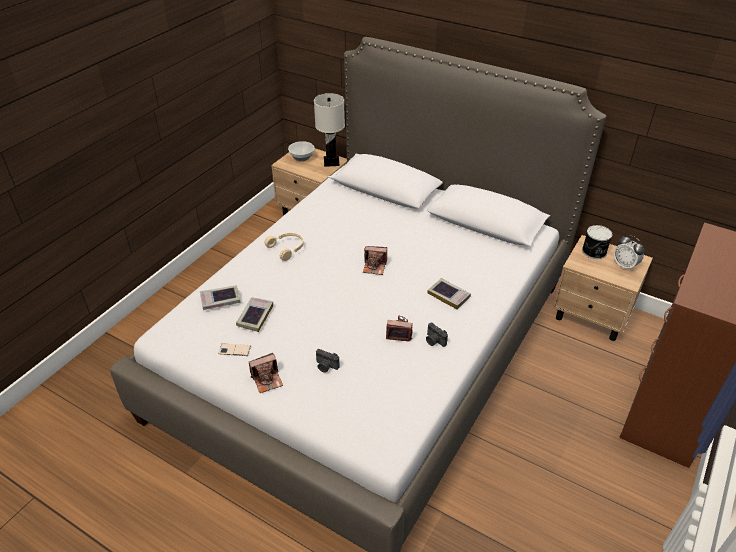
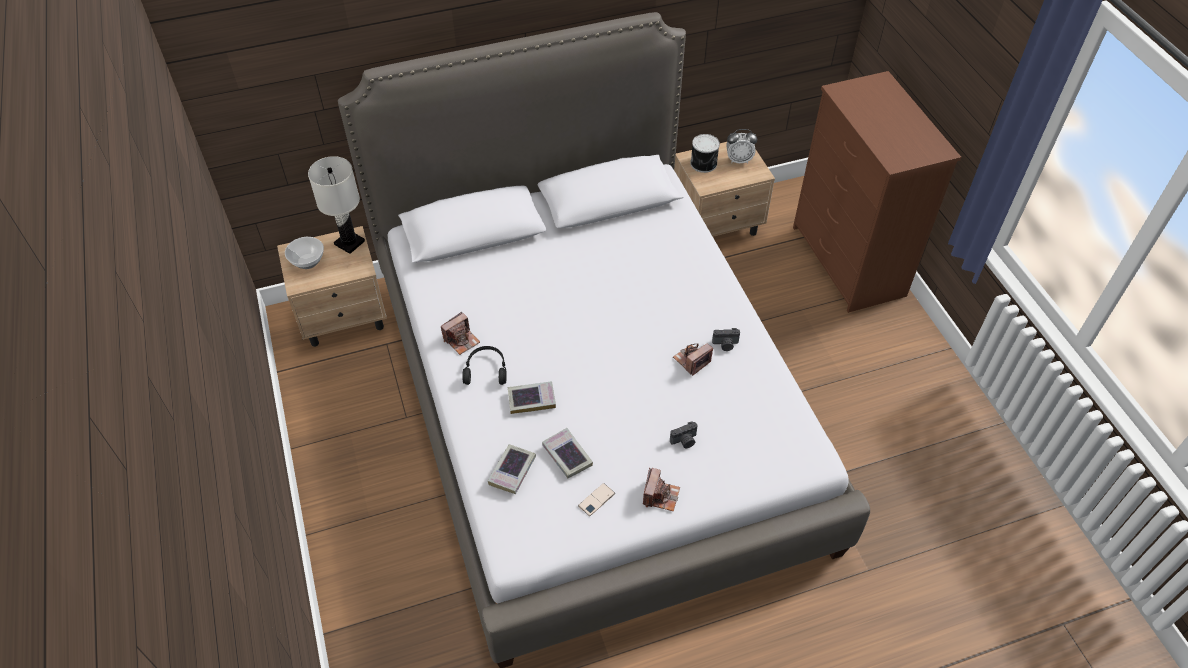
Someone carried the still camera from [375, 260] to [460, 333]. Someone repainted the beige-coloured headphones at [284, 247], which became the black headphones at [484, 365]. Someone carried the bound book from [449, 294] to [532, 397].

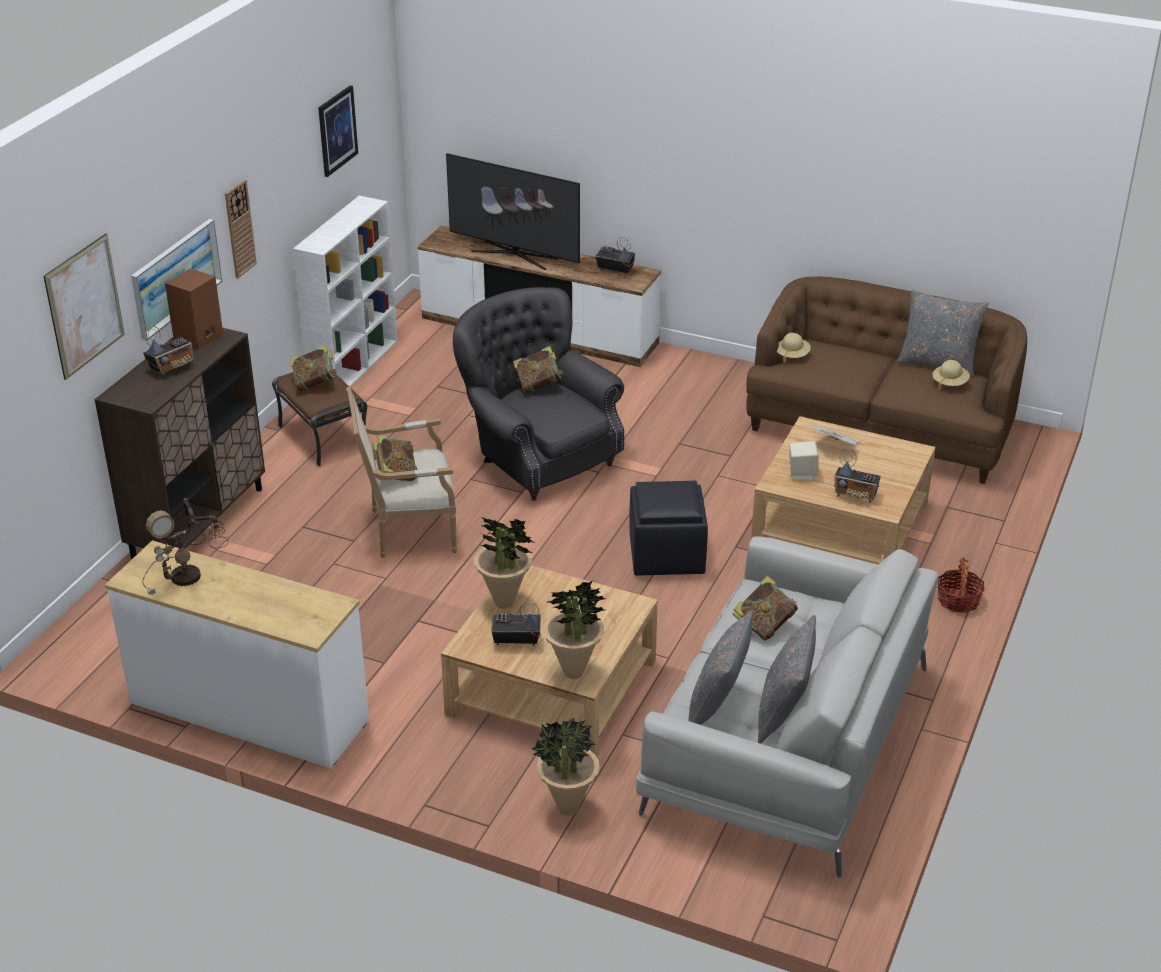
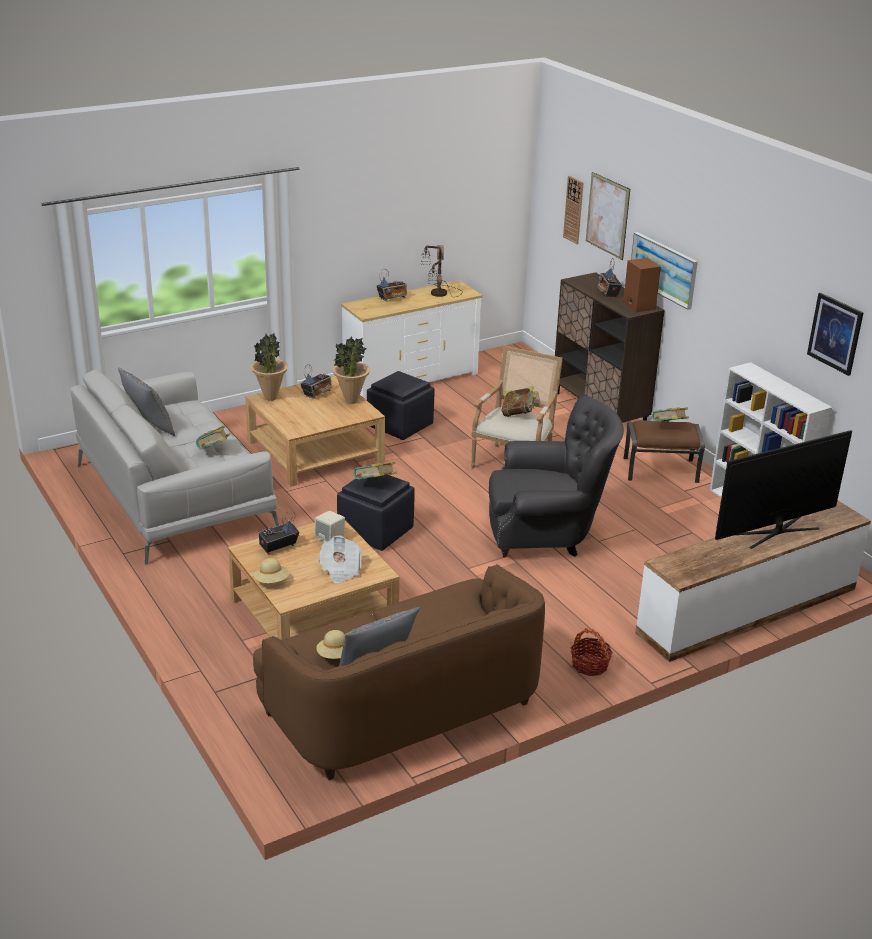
Someone carried the beige-coloured hat from [793, 348] to [271, 570]. Someone carried the bound book from [538, 369] to [375, 471]. Someone put down the black ottoman at [401, 405]. Someone carried the radio set from [615, 256] to [392, 285]. Someone carried the wall clock from [241, 229] to [573, 210]. Someone carried the household basket from [960, 585] to [592, 652]. Someone took away the potted plant at [566, 766]. Someone took away the grey pillow at [721, 667].

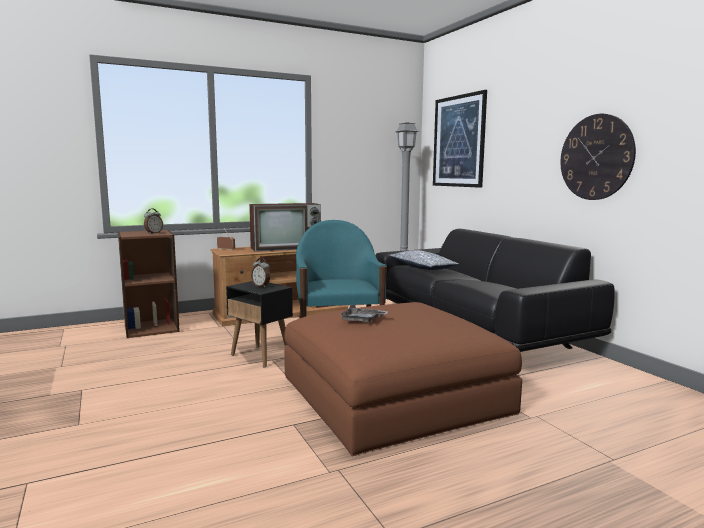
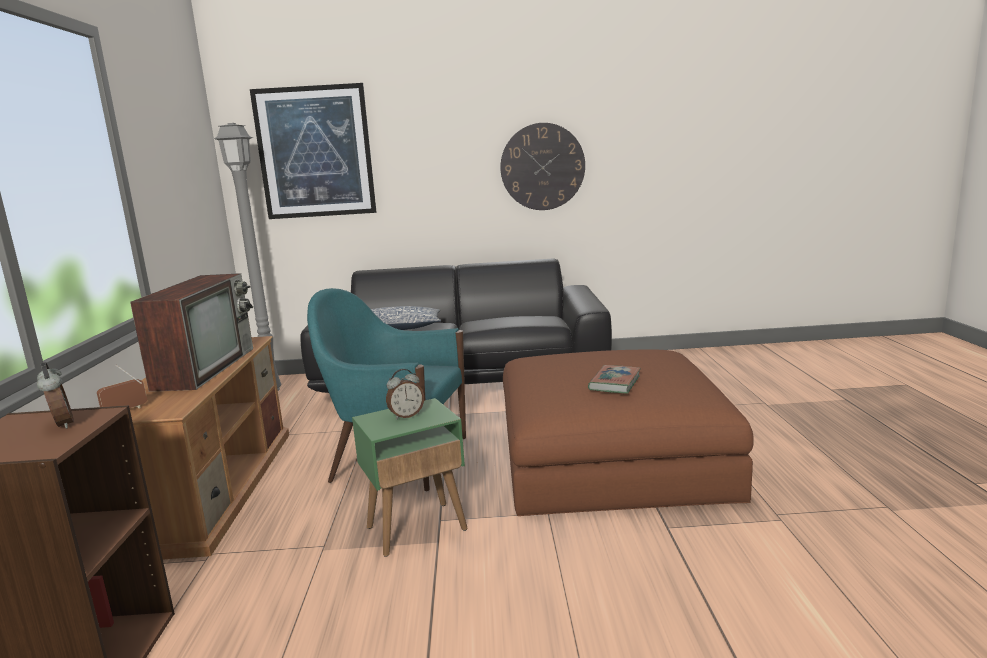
Someone repainted the black accent table at [259, 324], which became the green accent table at [410, 477]. Someone swapped the grey serving tray at [364, 314] for the bound book at [614, 379].

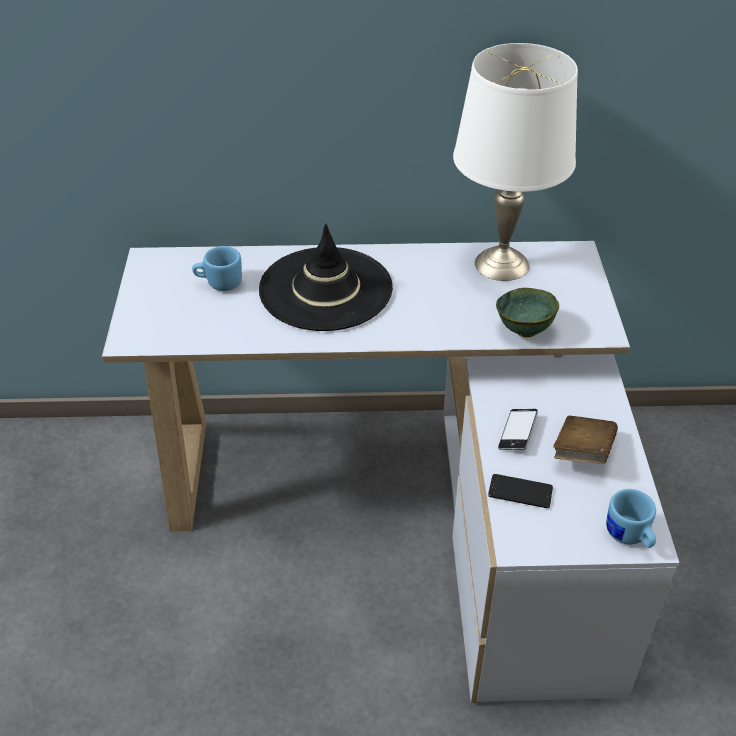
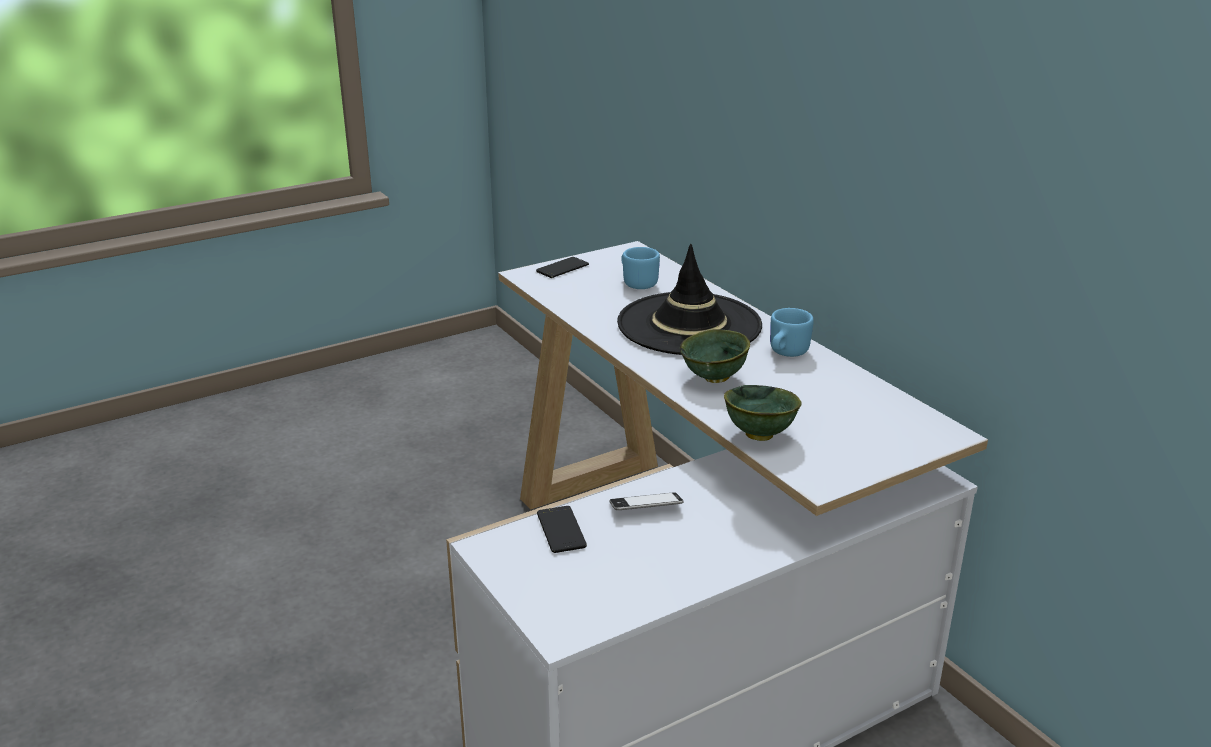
Someone put down the telephone at [562, 267]. Someone put down the green serving bowl at [715, 356]. Someone carried the bluish coffee mug from [631, 518] to [792, 332]. Someone took away the white-coloured tabletop lamp at [515, 162]. Someone took away the brownish bound book at [585, 440].

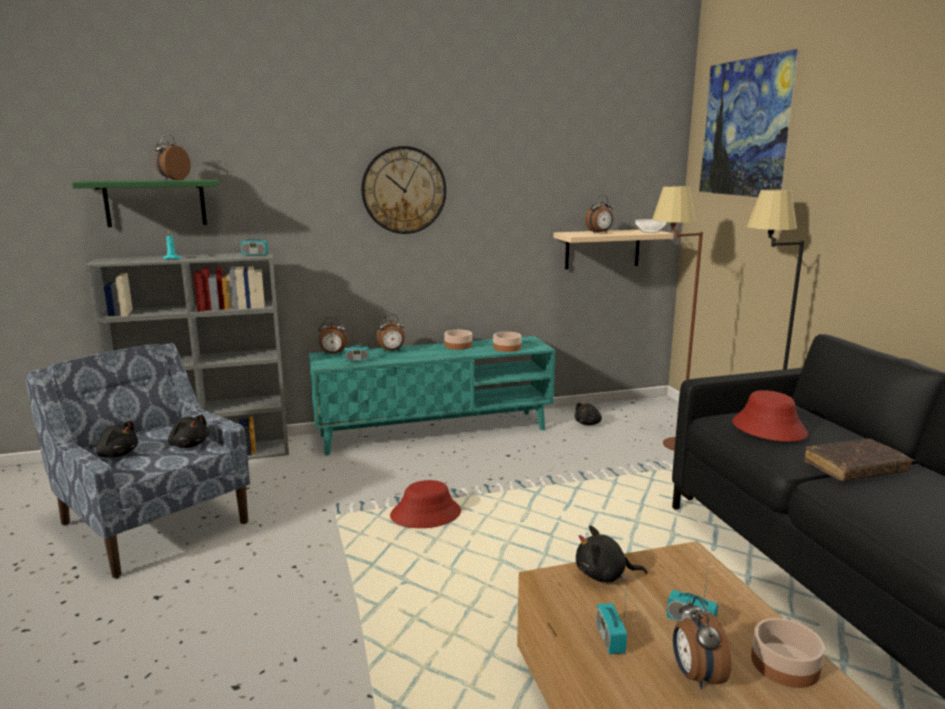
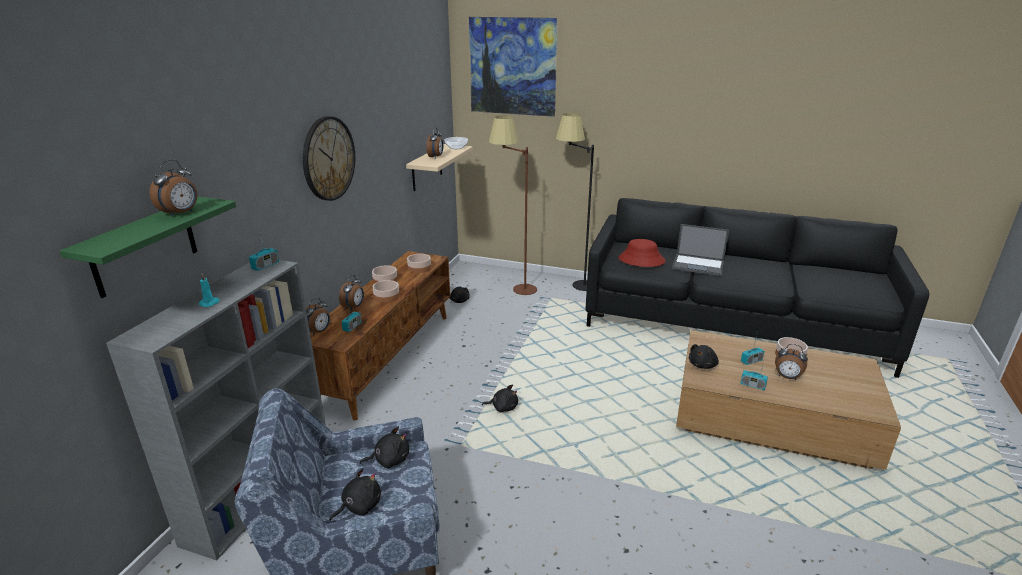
Someone rotated the table clock at [173, 157] by 120 degrees counterclockwise. Someone repainted the blue-green media console at [431, 396], which became the brownish media console at [380, 335]. Someone put down the serving bowl at [386, 291]. Someone swapped the red hat at [425, 504] for the black cuddly toy at [500, 398]. Someone swapped the brownish bound book at [858, 460] for the portable computer at [700, 250].

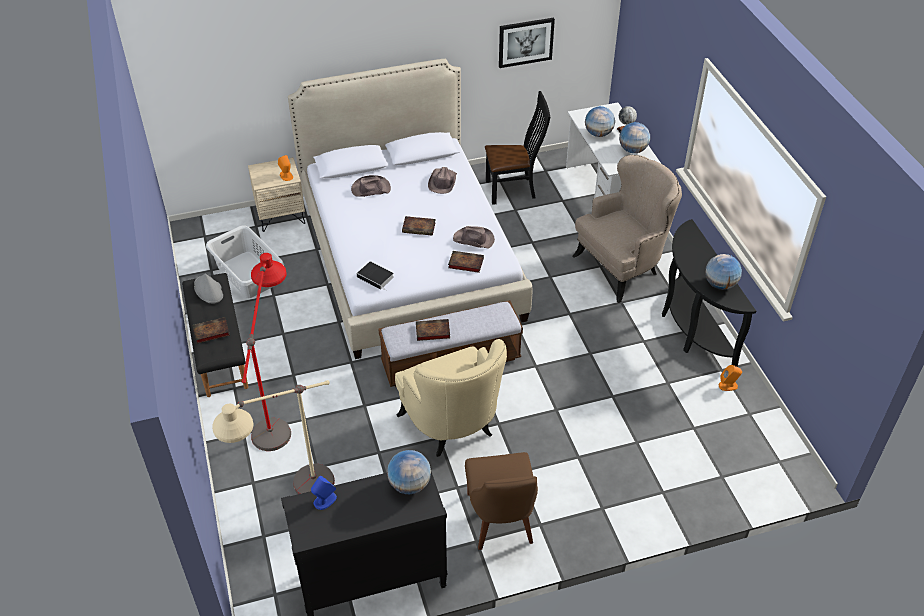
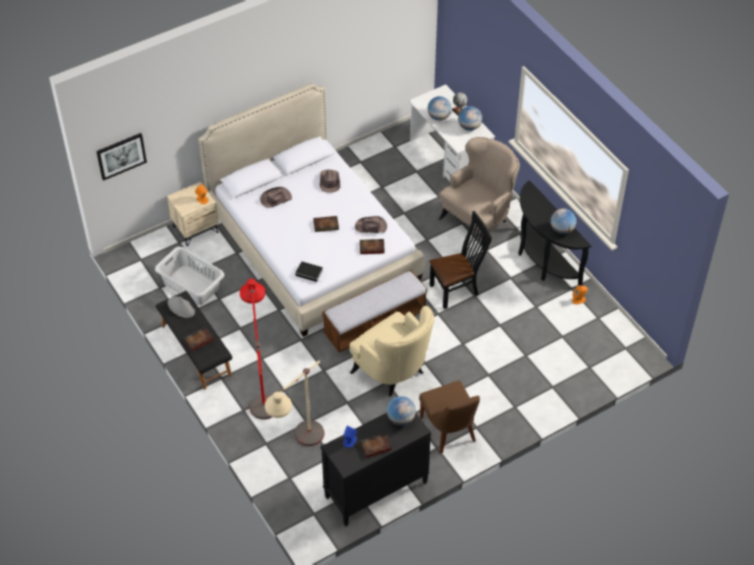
Someone carried the wall art from [527, 43] to [121, 157]. Someone carried the bound book from [433, 330] to [376, 445]. Someone carried the black chair from [517, 148] to [460, 260].

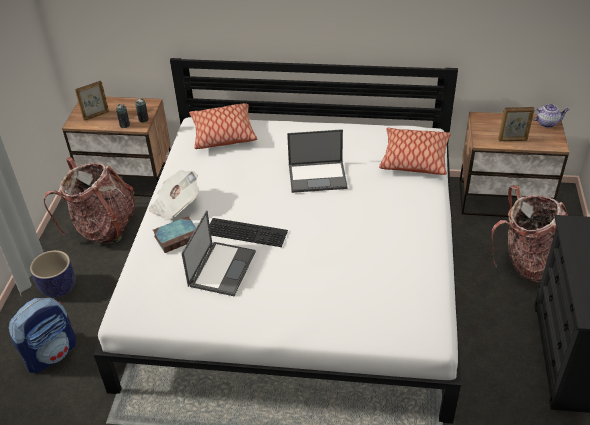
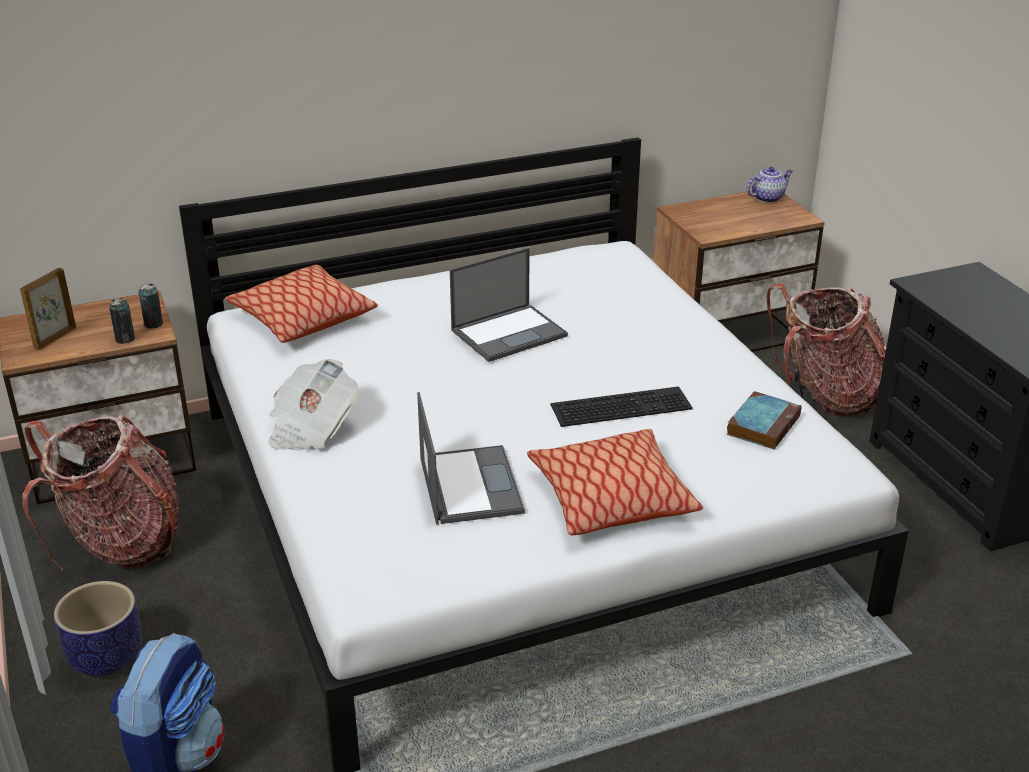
Someone carried the pillow from [415, 151] to [615, 482]. Someone carried the computer keyboard from [249, 232] to [621, 406]. Someone carried the bound book from [174, 234] to [764, 420]. Someone took away the picture frame at [516, 124].

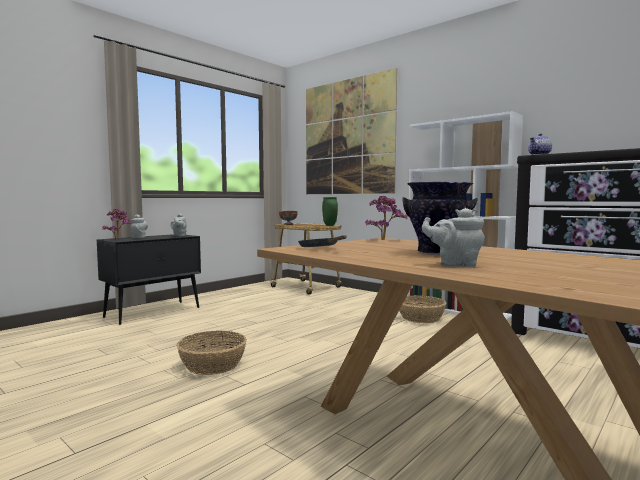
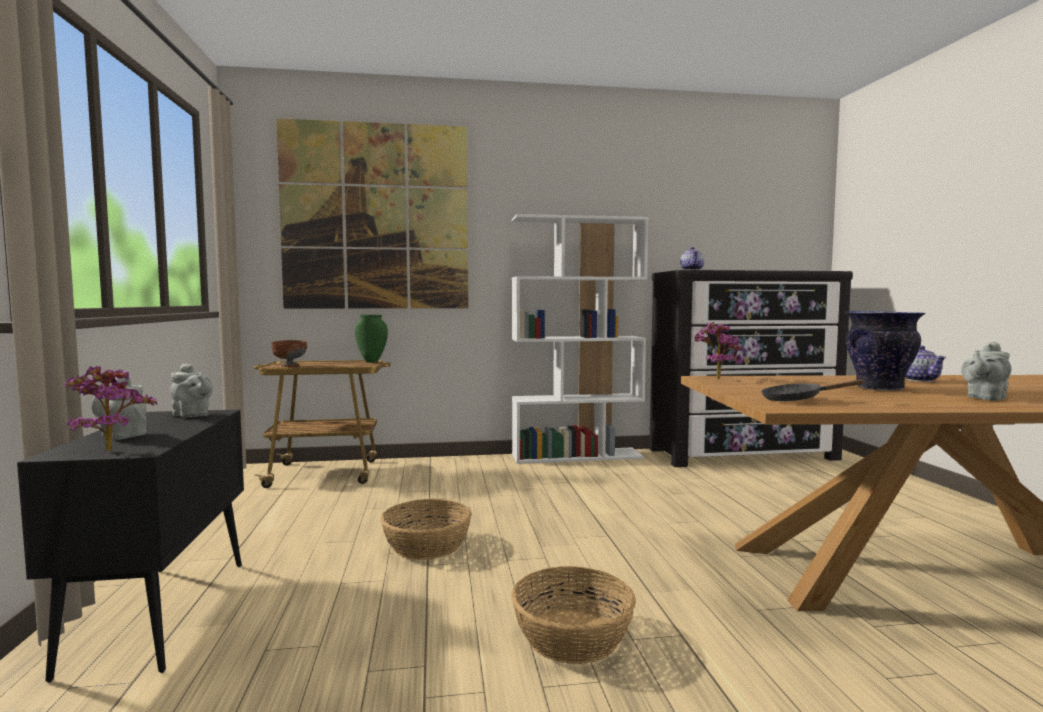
Someone carried the household basket from [423, 309] to [426, 529]. Someone put down the teapot at [925, 364].

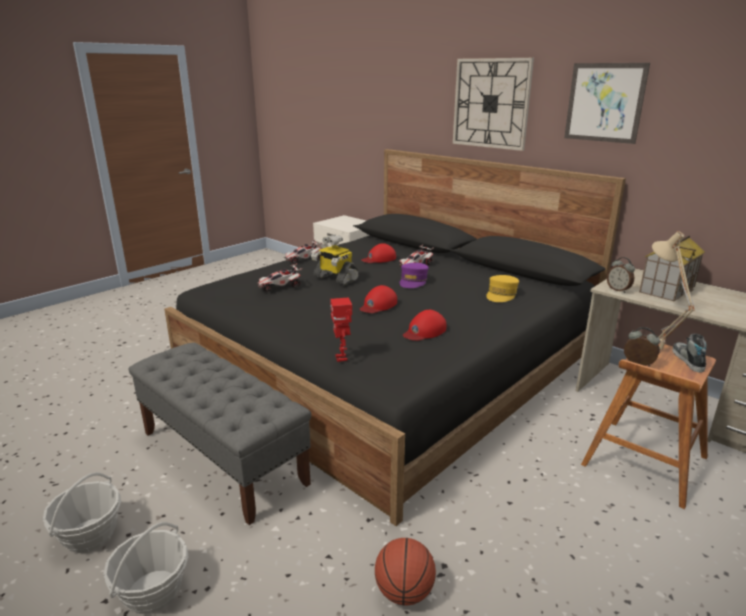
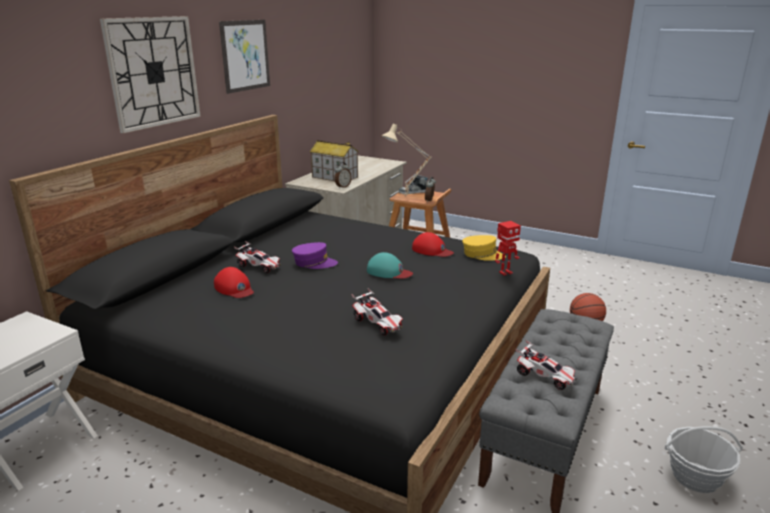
Someone repainted the red peaked cap at [378, 299], which became the blue-green peaked cap at [390, 265]. Someone carried the yellow peaked cap from [502, 288] to [484, 248]. Someone carried the miniature car from [303, 251] to [546, 365]. Someone took away the household basket at [145, 568]. Someone took away the toy robot at [335, 259].

